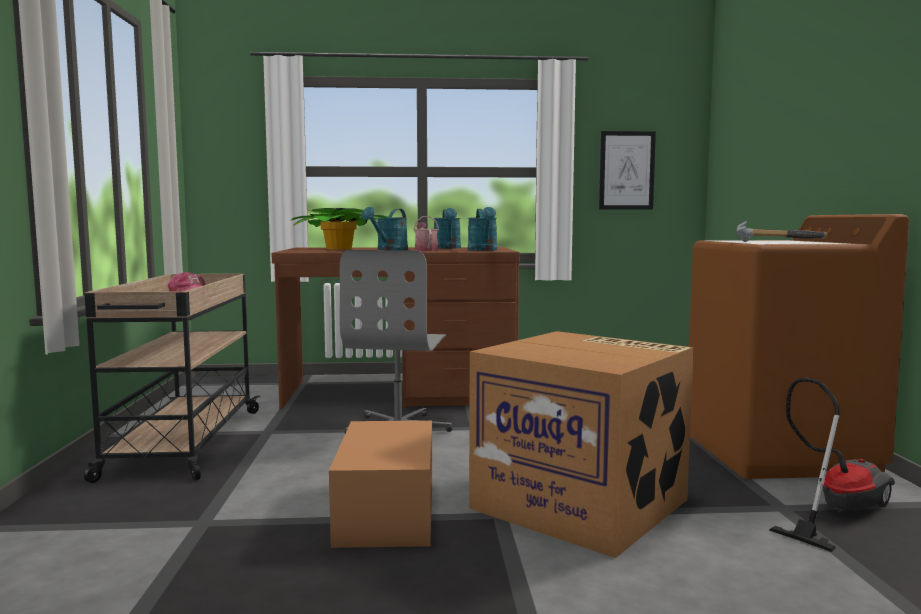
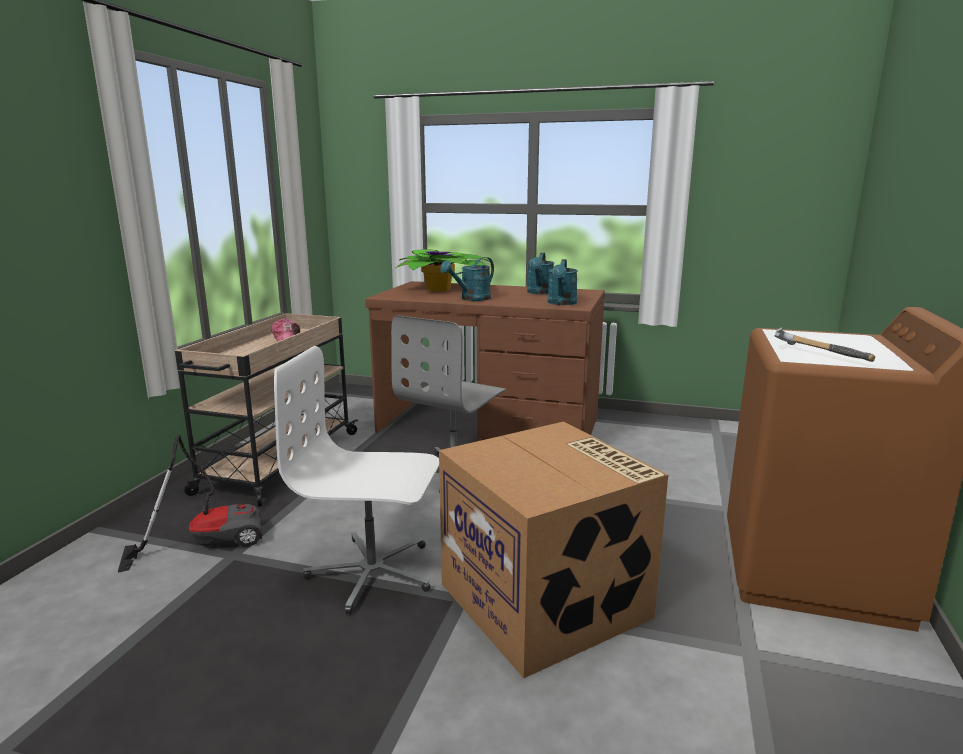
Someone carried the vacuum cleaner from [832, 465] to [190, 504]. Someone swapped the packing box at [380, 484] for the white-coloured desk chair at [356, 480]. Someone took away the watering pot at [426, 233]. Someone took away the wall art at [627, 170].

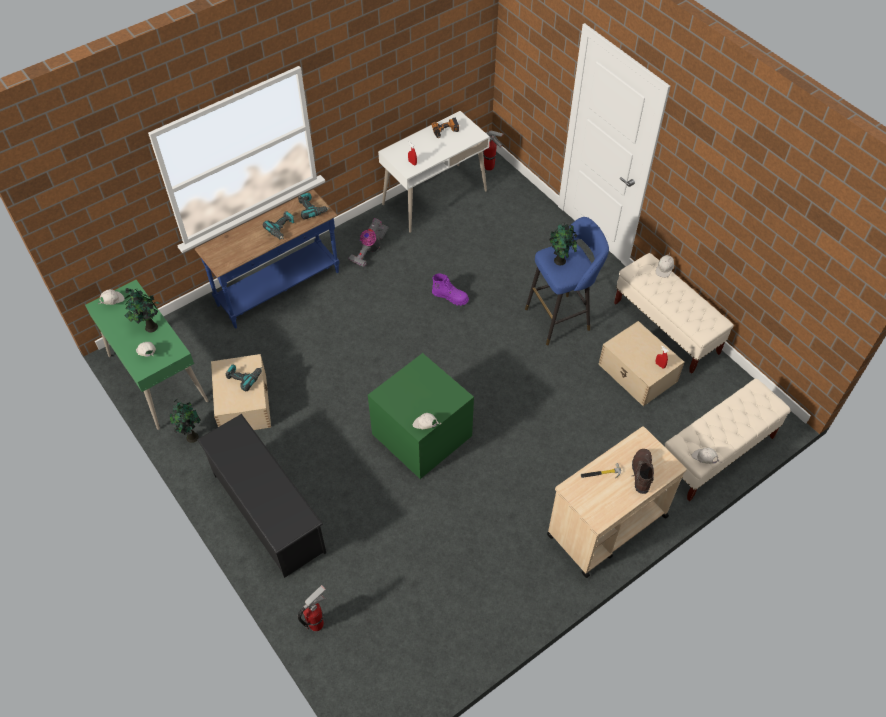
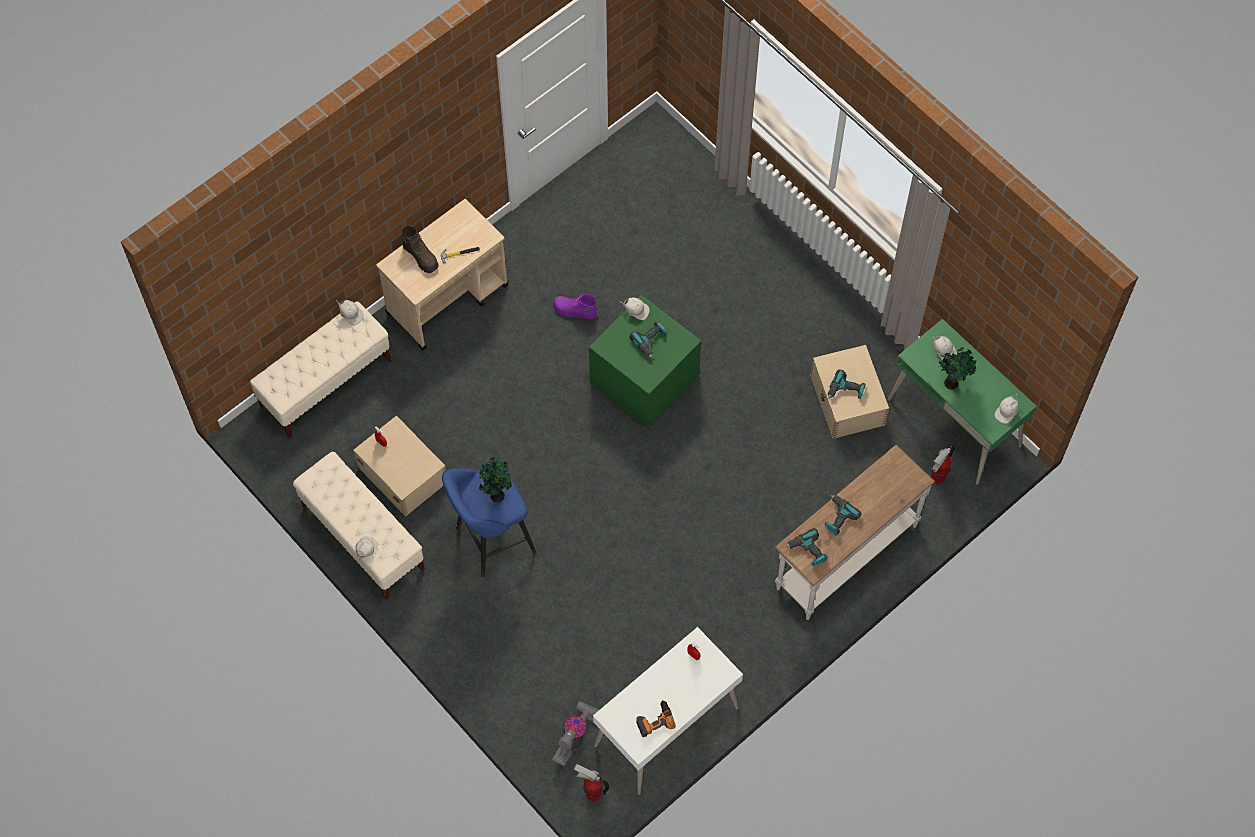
Someone rotated the brownish high-top boot at [643, 471] by 45 degrees counterclockwise. Someone carried the vacuum cleaner from [368, 243] to [575, 733]. Someone carried the purple-coloured high-top boot from [450, 289] to [575, 306]. Someone put down the power drill at [647, 339]. Someone repainted the bluish hall table at [267, 259], which became the white-coloured hall table at [854, 532]. Someone carried the extinguisher from [312, 608] to [943, 464]. Someone took away the potted plant at [185, 420]. Someone took away the black shoe shelf at [261, 496].

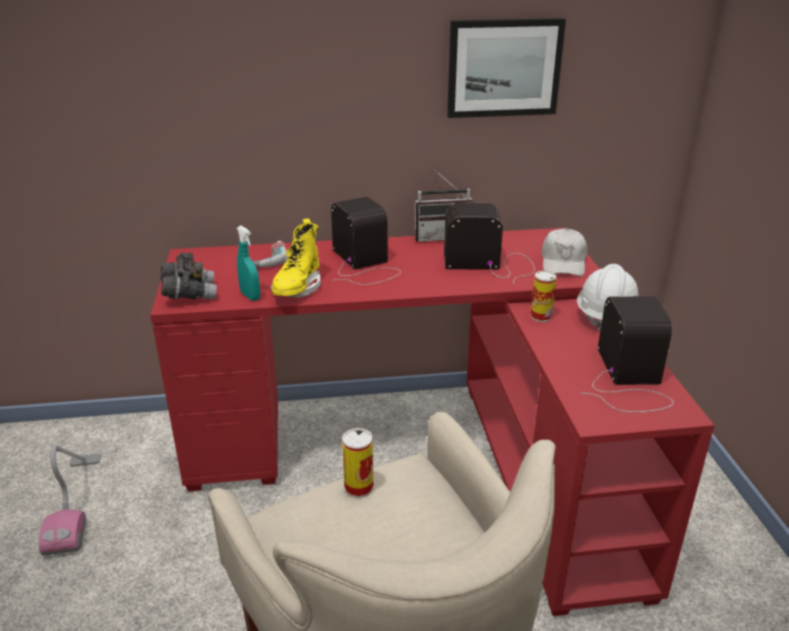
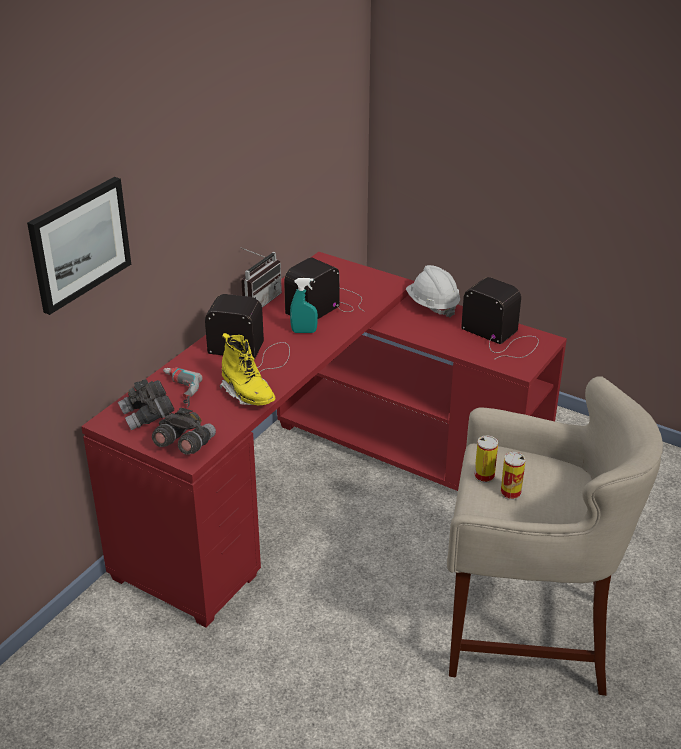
Someone carried the wall art from [506, 68] to [79, 246]. Someone put down the grey pair of binoculars at [146, 404]. Someone carried the blue-green hand sprayer from [248, 263] to [304, 305]. Someone carried the metal can from [544, 296] to [513, 476]. Someone took away the vacuum cleaner at [70, 500]. Someone took away the white-coloured peaked cap at [564, 252].

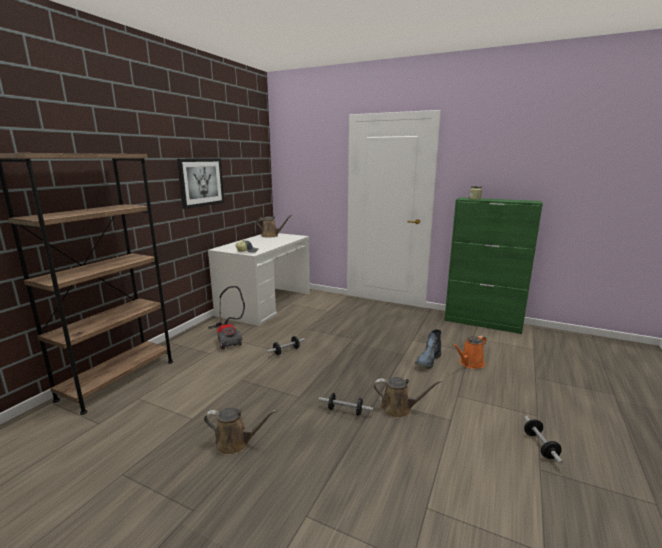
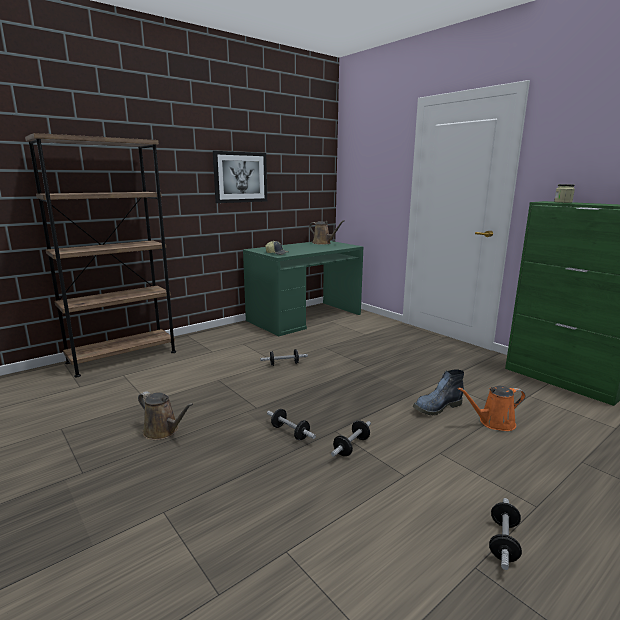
Someone repainted the white-coloured desk unit at [259, 279], which became the green desk unit at [303, 288]. Someone swapped the brownish watering pot at [408, 397] for the hand weight at [351, 438]. Someone took away the vacuum cleaner at [226, 318].

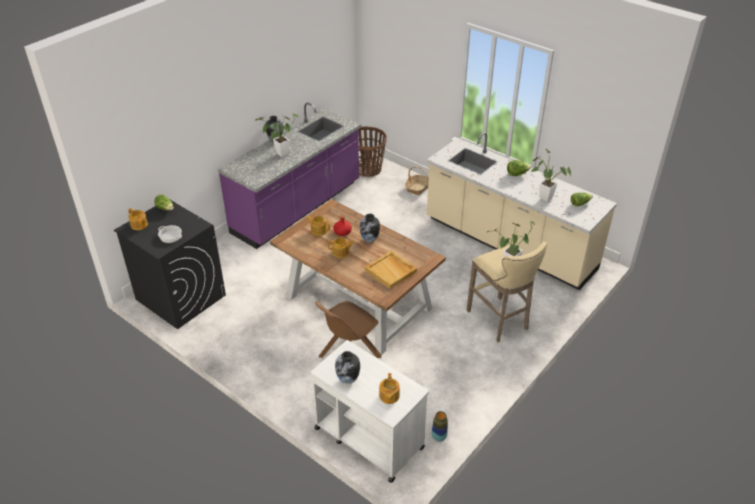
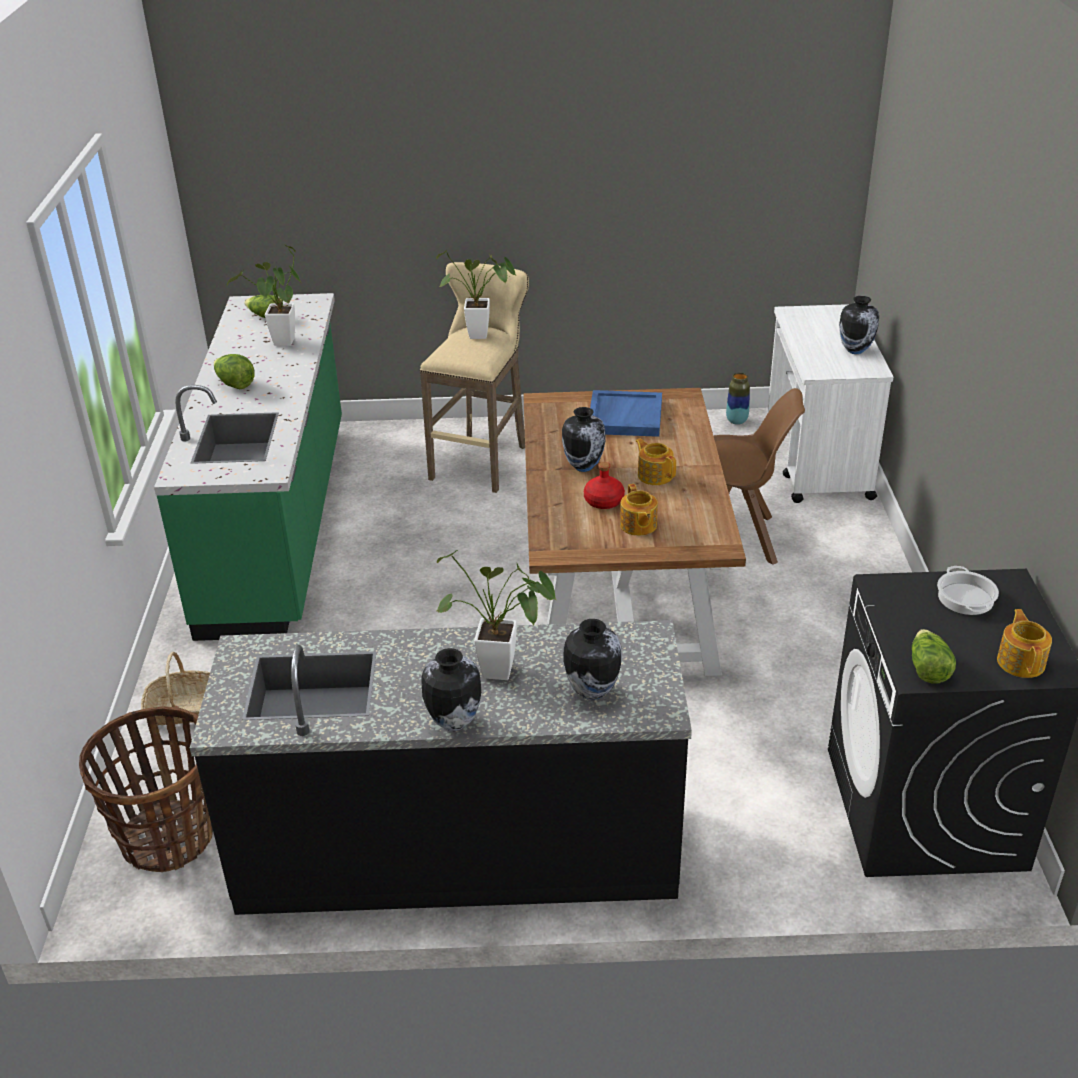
Someone repainted the beige-coloured kitchen counter at [522, 211], which became the green kitchen counter at [248, 467]. Someone repainted the purple-coloured kitchen counter at [289, 175], which became the black kitchen counter at [441, 767]. Someone put down the flower vase at [592, 659]. Someone repainted the beige-coloured serving tray at [391, 270], which became the bluish serving tray at [626, 413]. Someone took away the teapot at [389, 388].

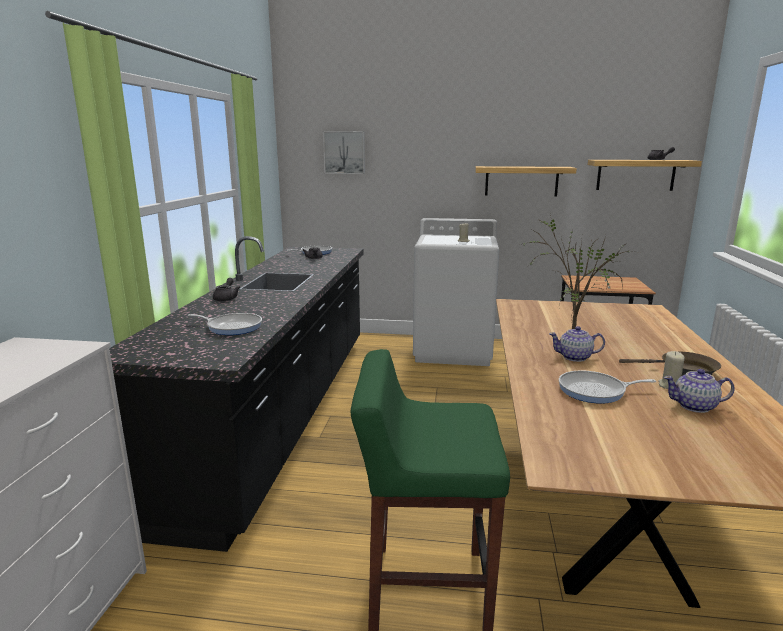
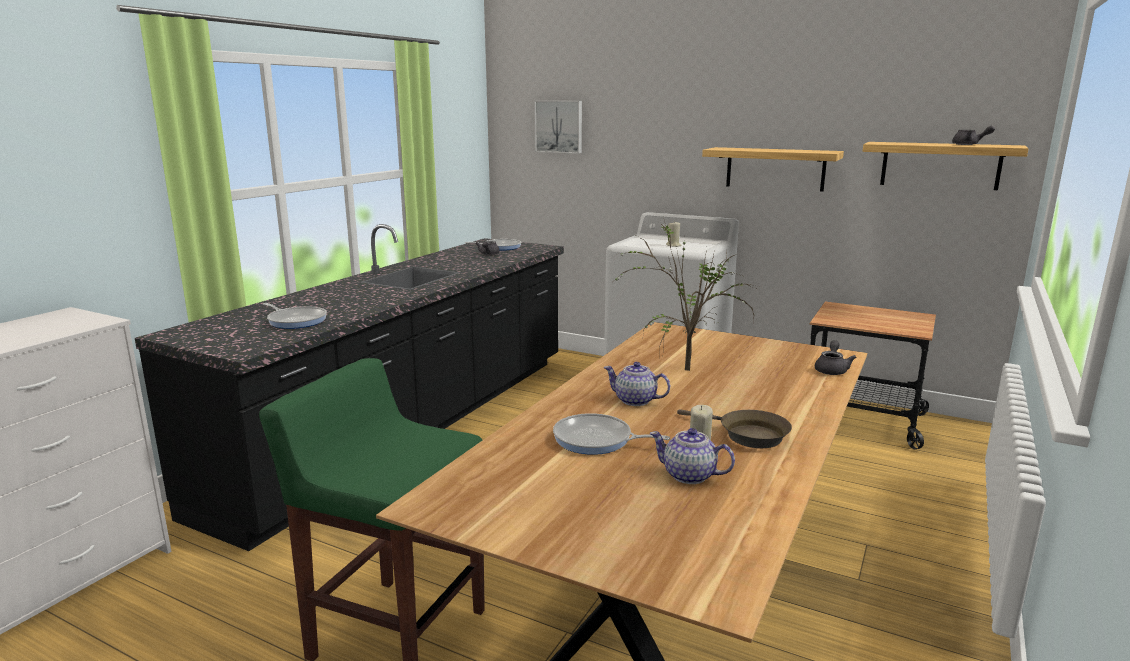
Someone carried the grey teapot from [226, 290] to [835, 357].

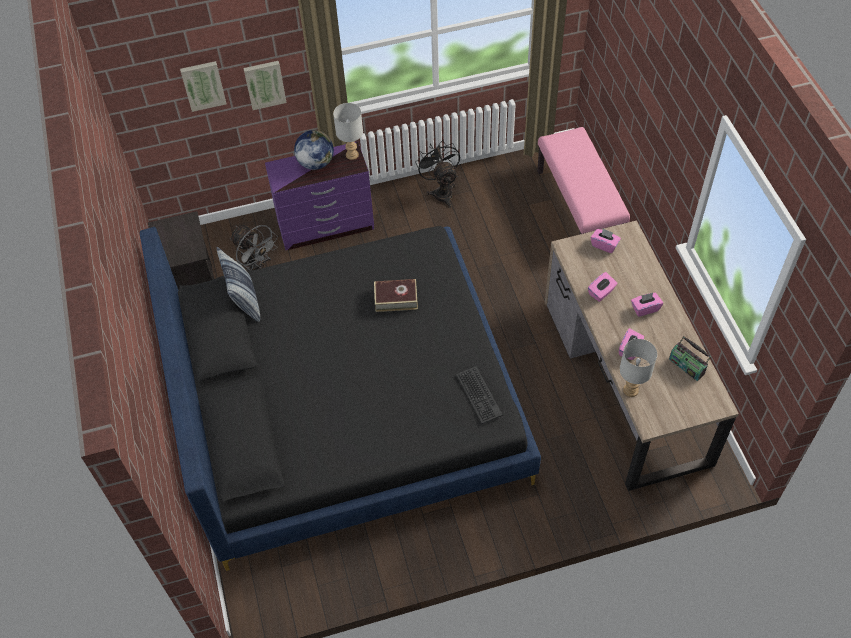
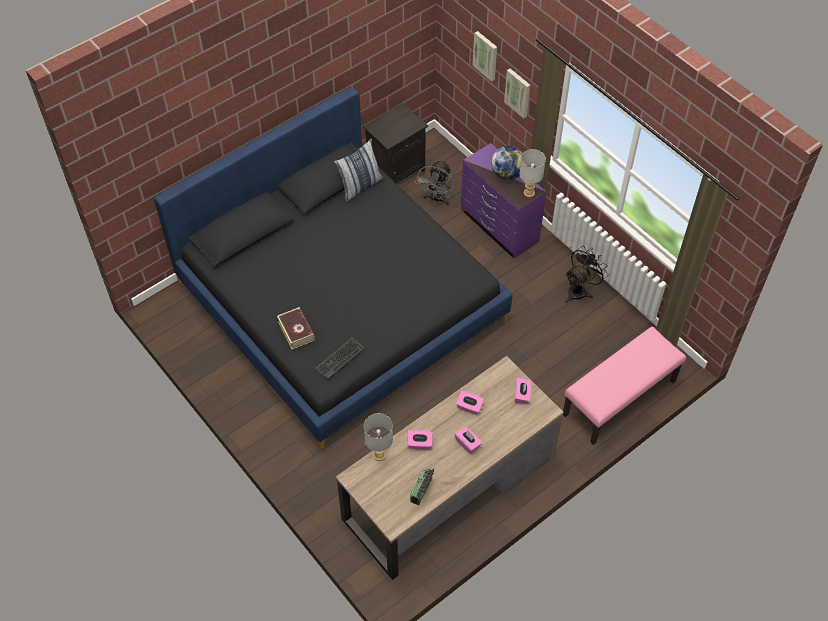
Someone carried the bound book from [396, 295] to [296, 328].

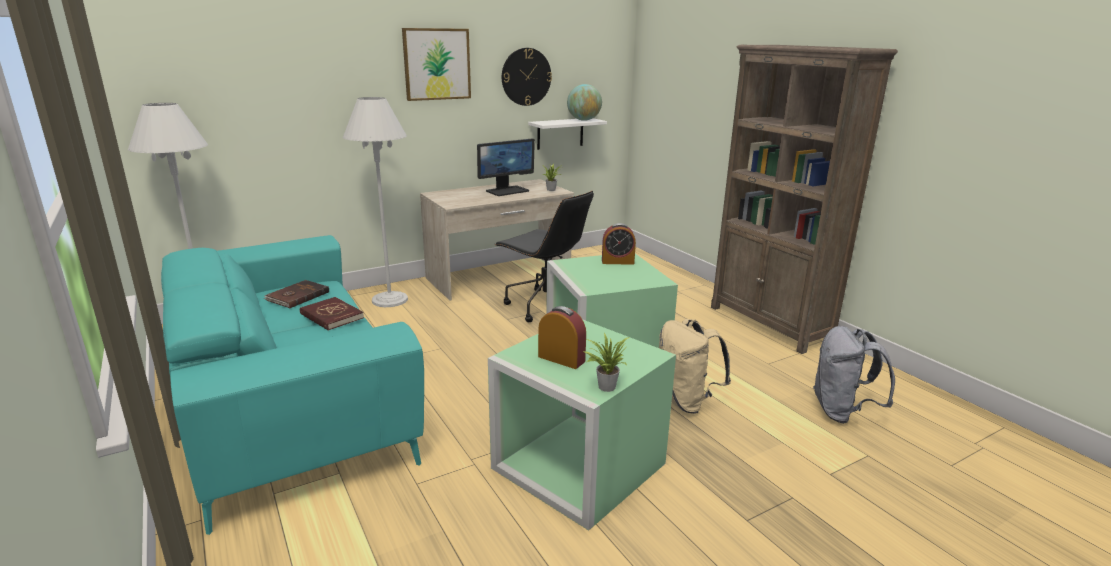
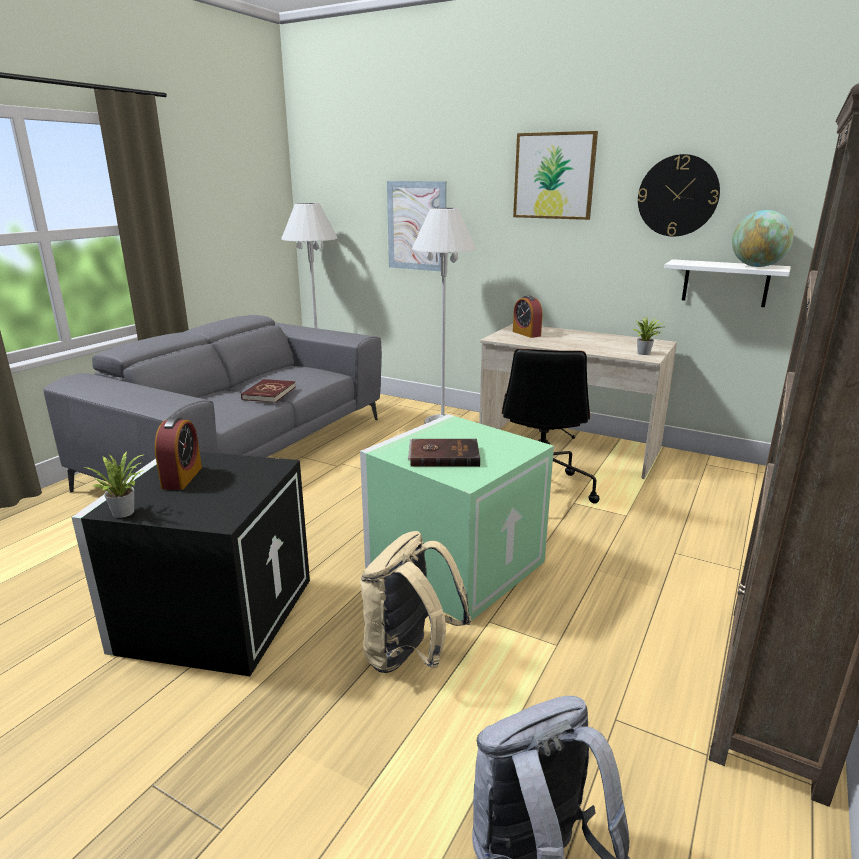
Someone repainted the blue-green sofa at [292, 385], which became the grey sofa at [213, 403]. Someone repainted the green storage bin at [582, 425], which became the black storage bin at [190, 564]. Someone put up the wall art at [417, 226]. Someone carried the brownish bound book from [296, 294] to [444, 453]. Someone carried the table clock from [619, 244] to [527, 316]. Someone took away the computer display at [506, 167].

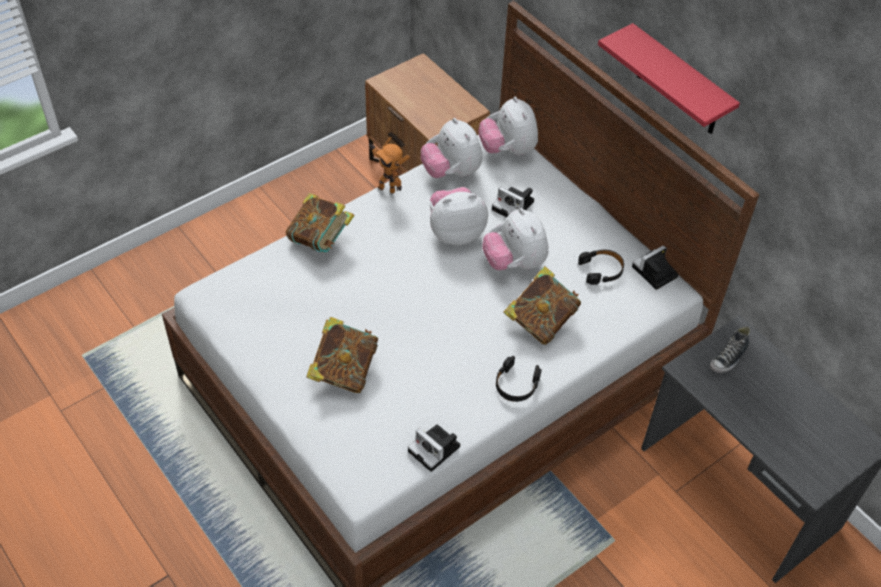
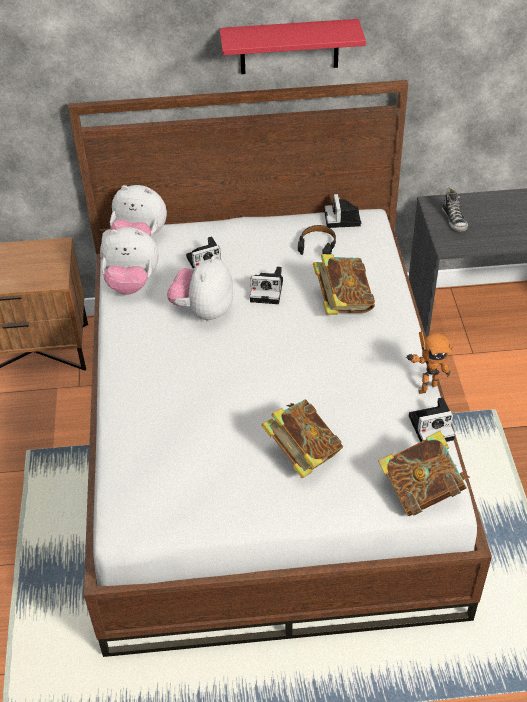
Someone swapped the cuddly toy at [515, 239] for the still camera at [266, 285]. Someone carried the bound book from [320, 222] to [424, 473]. Someone carried the toy robot from [389, 165] to [430, 362]. Someone took away the black headphones at [519, 379].

